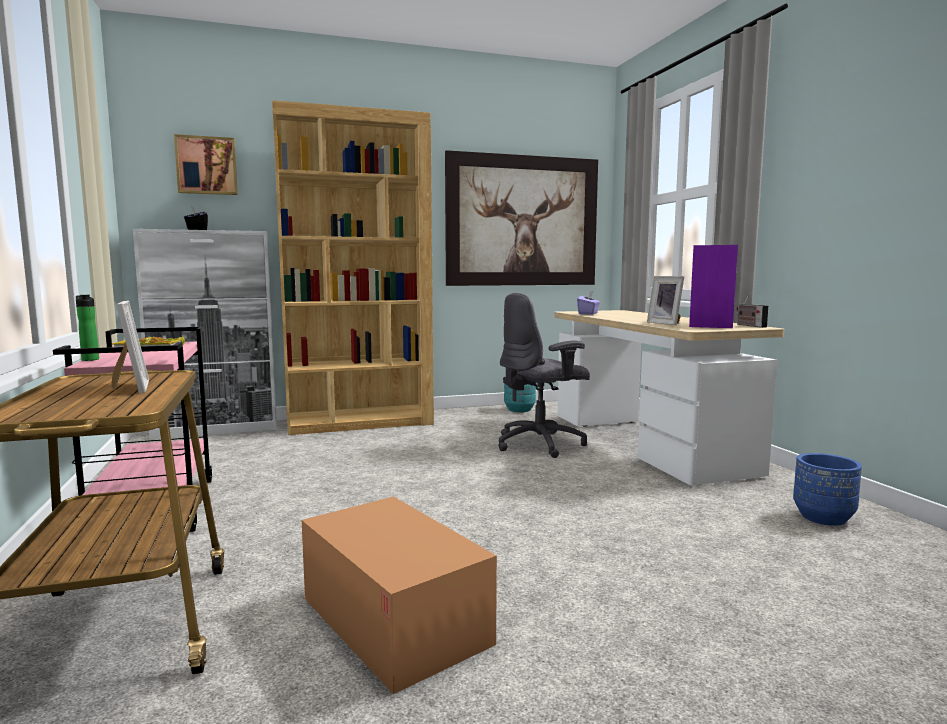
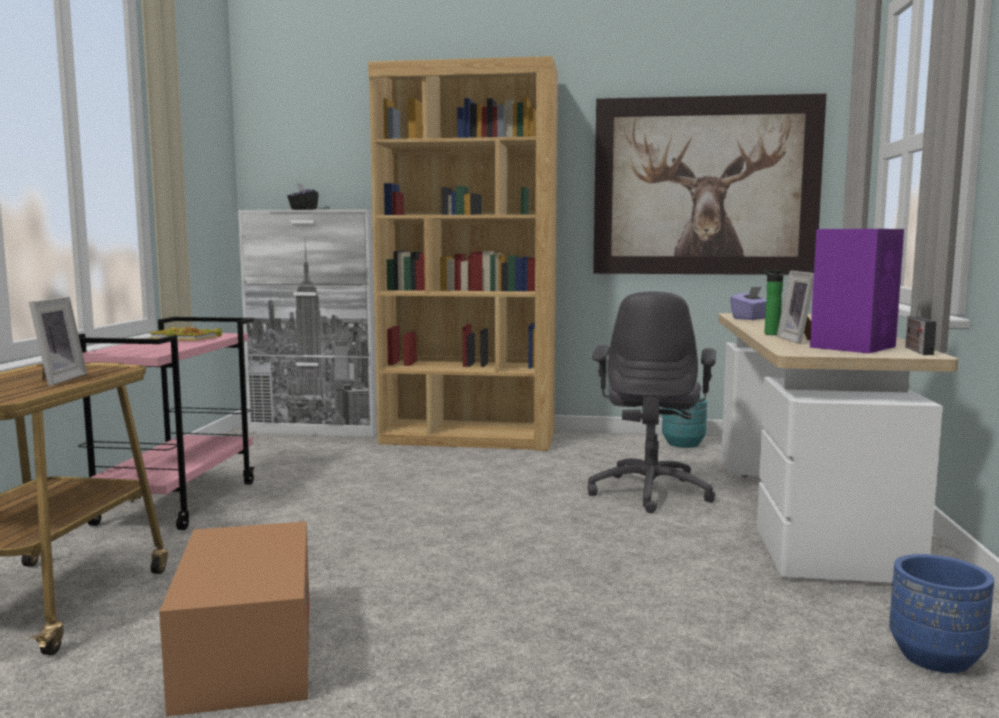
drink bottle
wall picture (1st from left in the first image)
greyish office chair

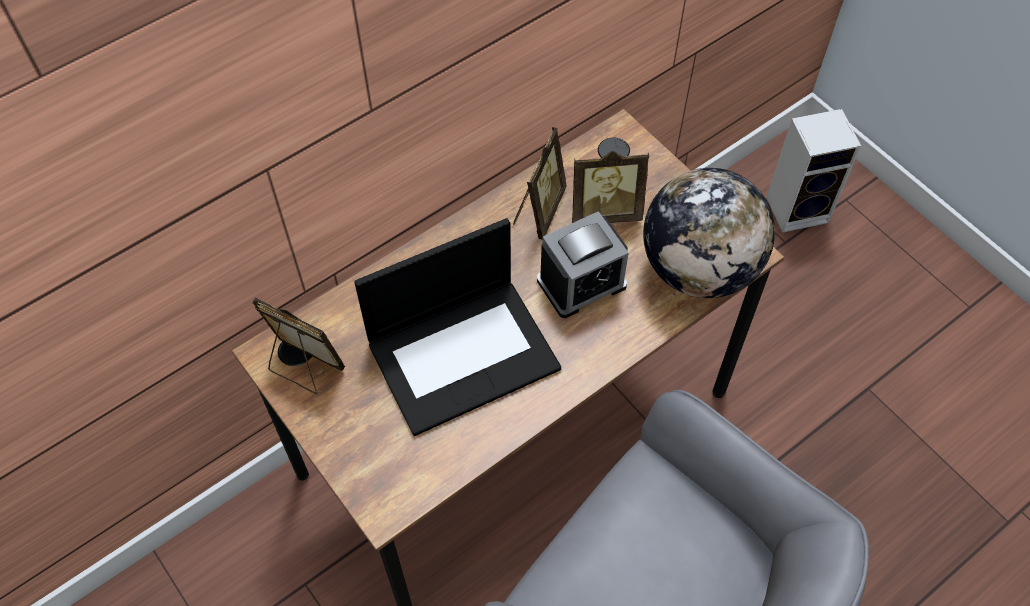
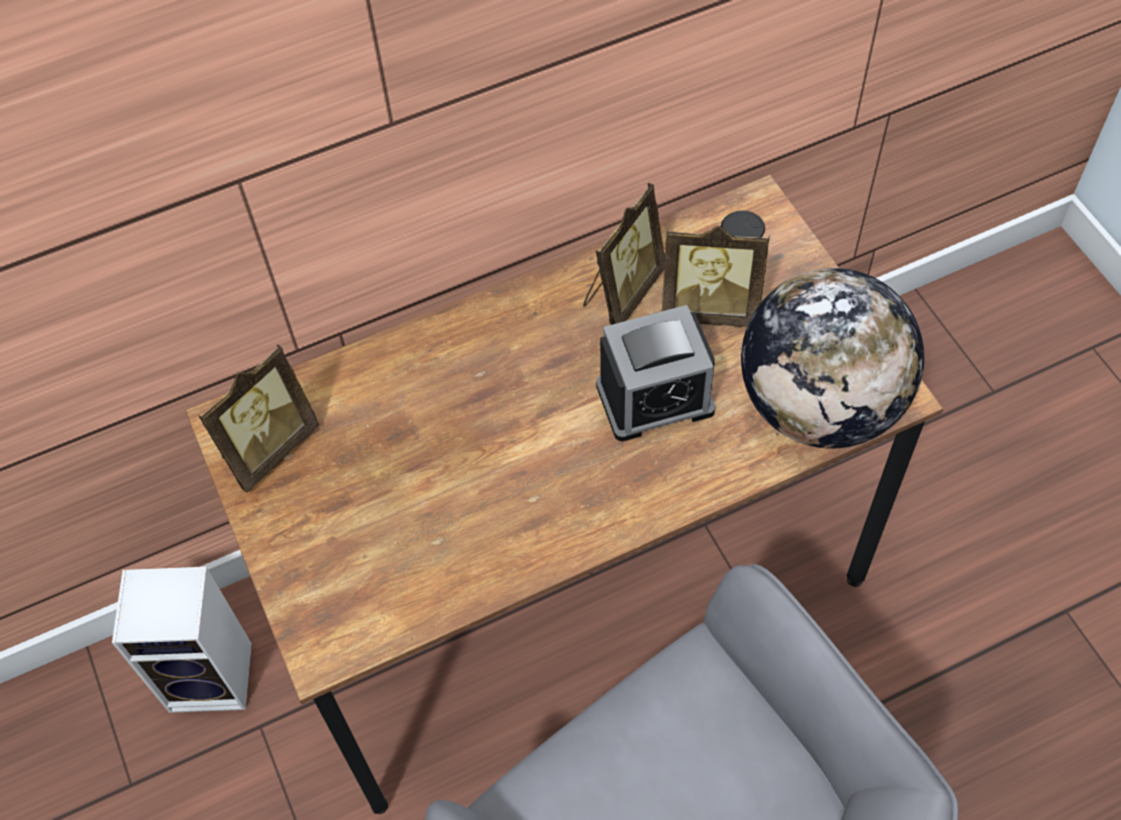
photo frame (1st from left)
portable computer
speaker

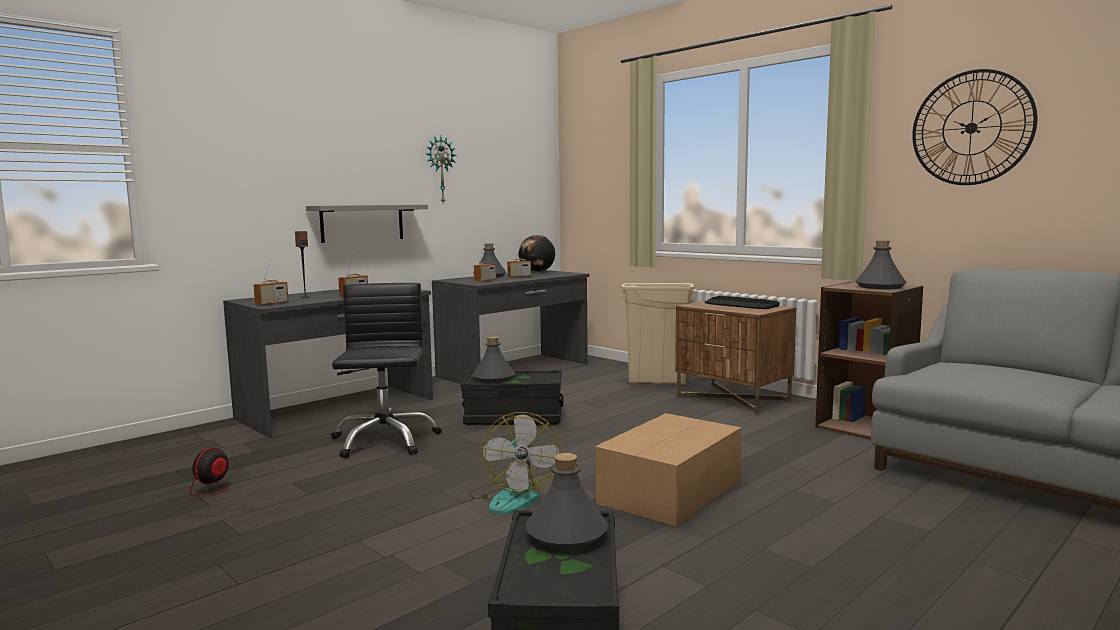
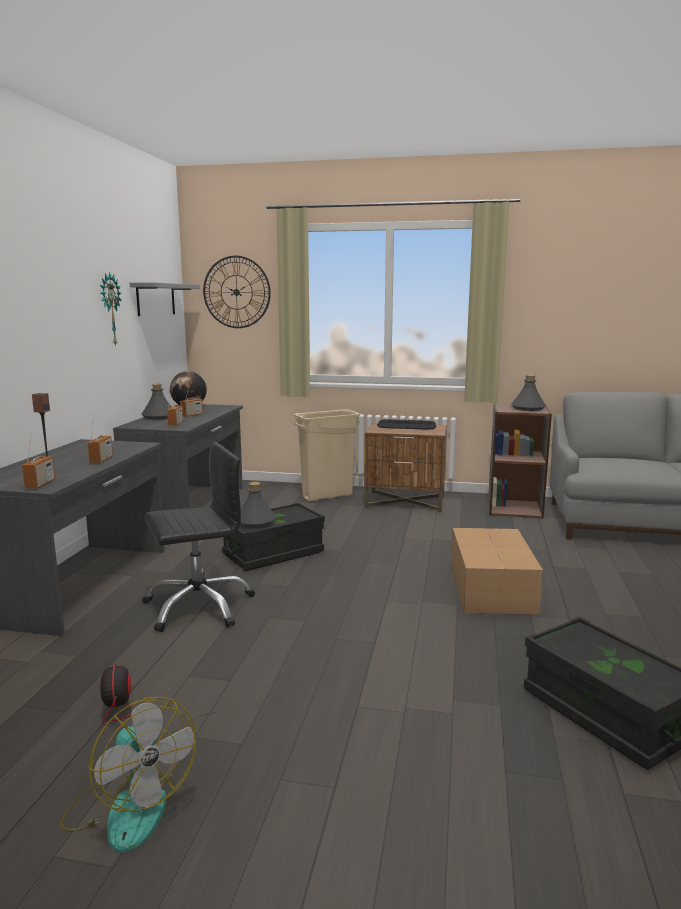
greyish bracket shelf
black-coloured office chair
electric fan (1st from left)
greyish drink bottle (3rd from left in the first image)
wall clock (2nd from left)

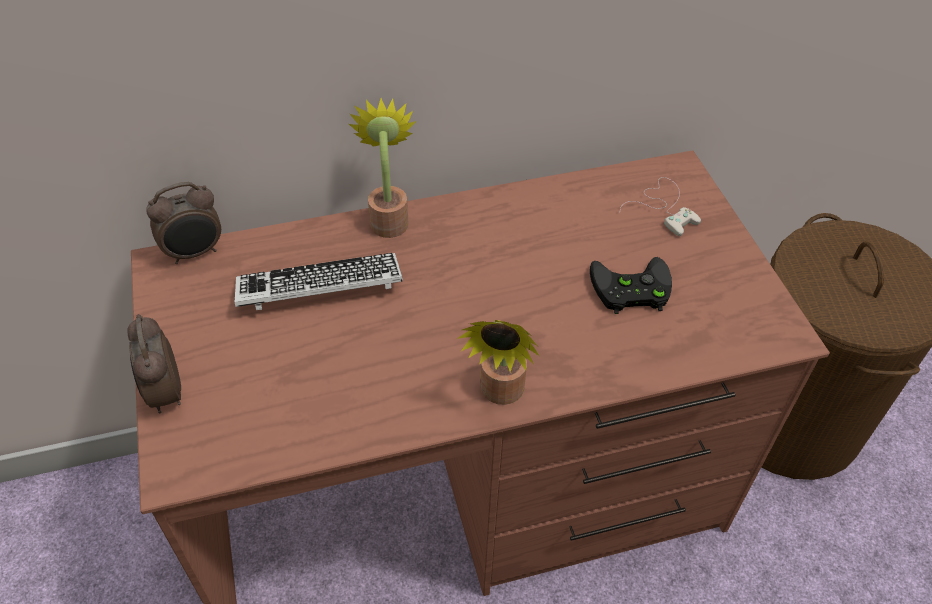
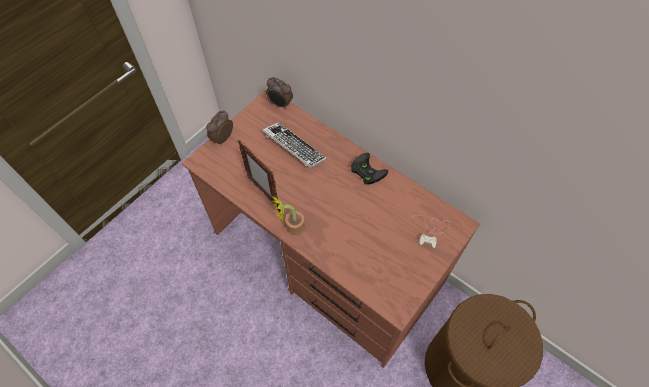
potted plant (1st from left in the first image)
black-coloured gamepad
photo frame

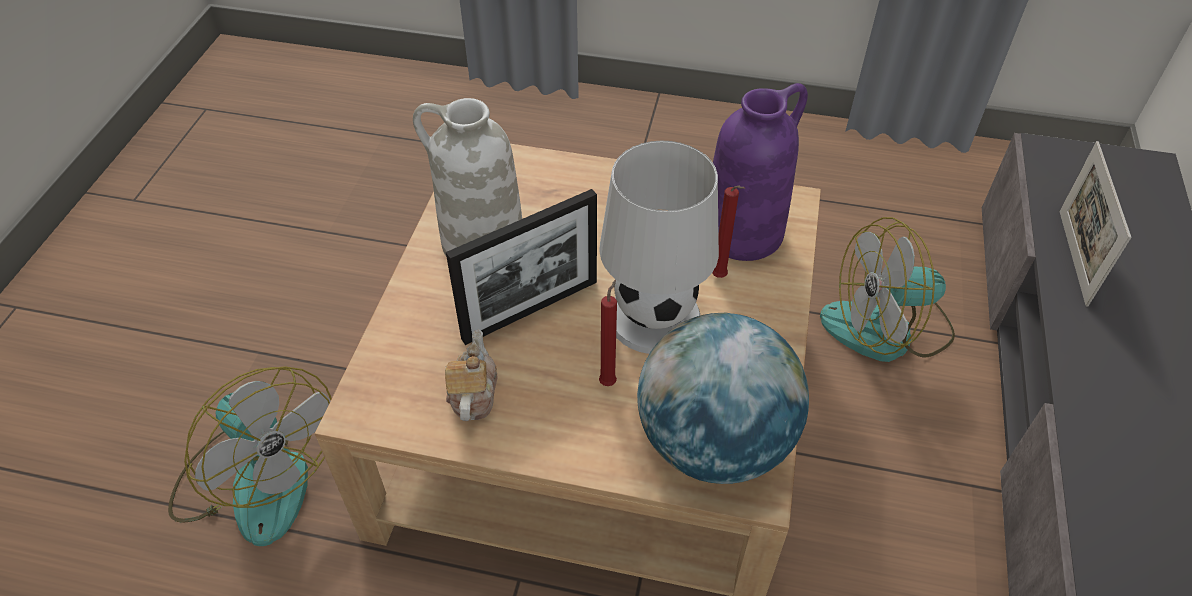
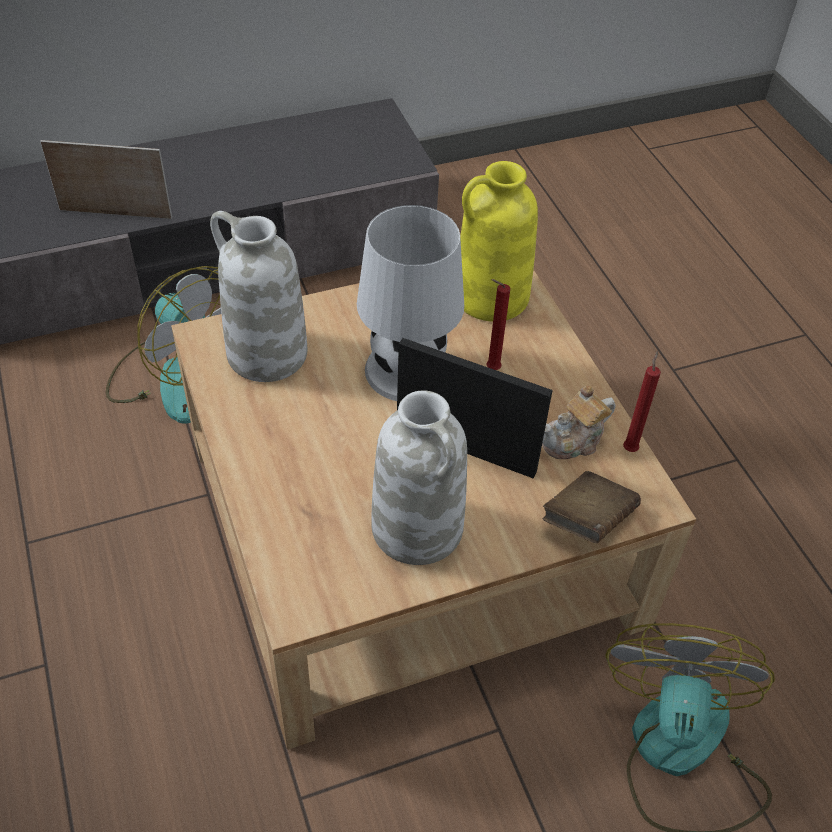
yellow-coloured vase
reddish candle (2nd from left)
white vase (1st from left)
photo frame (1st from left)
brownish bound book

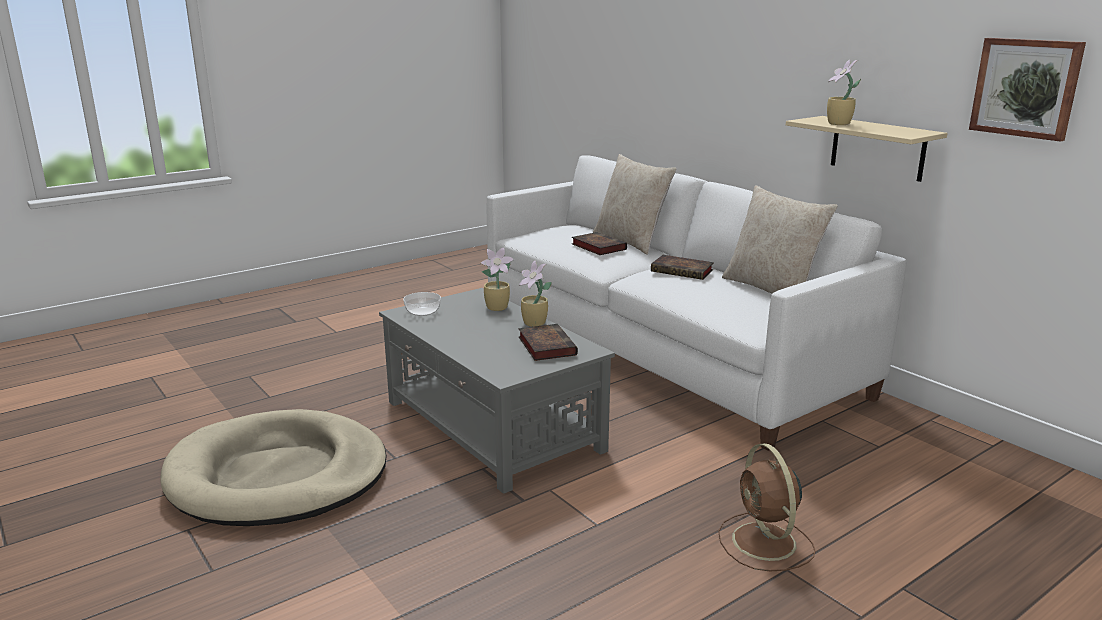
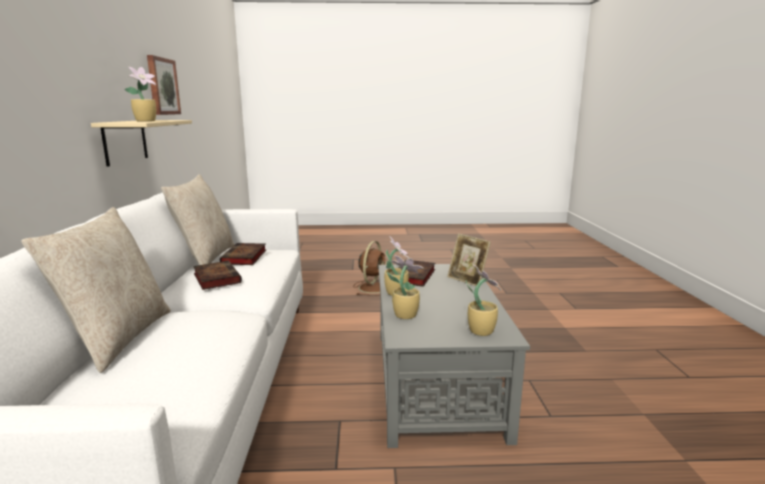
beige dog bed
potted plant (4th from left)
bound book (2nd from left)
photo frame

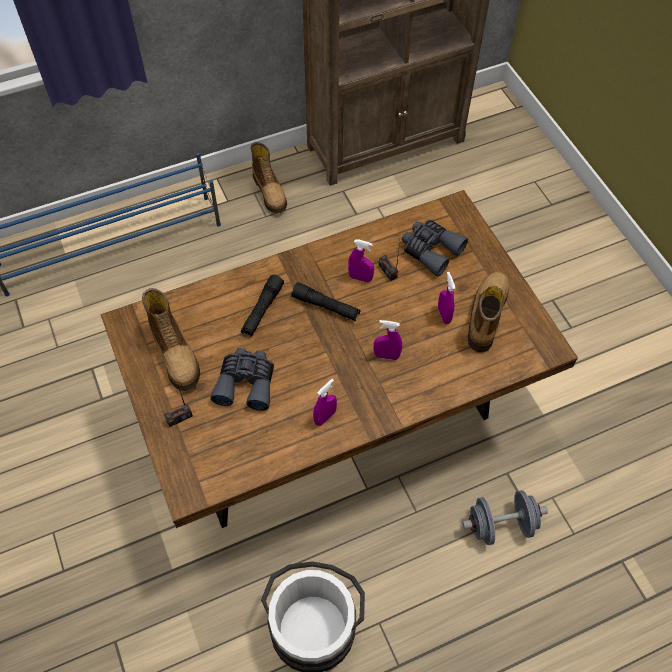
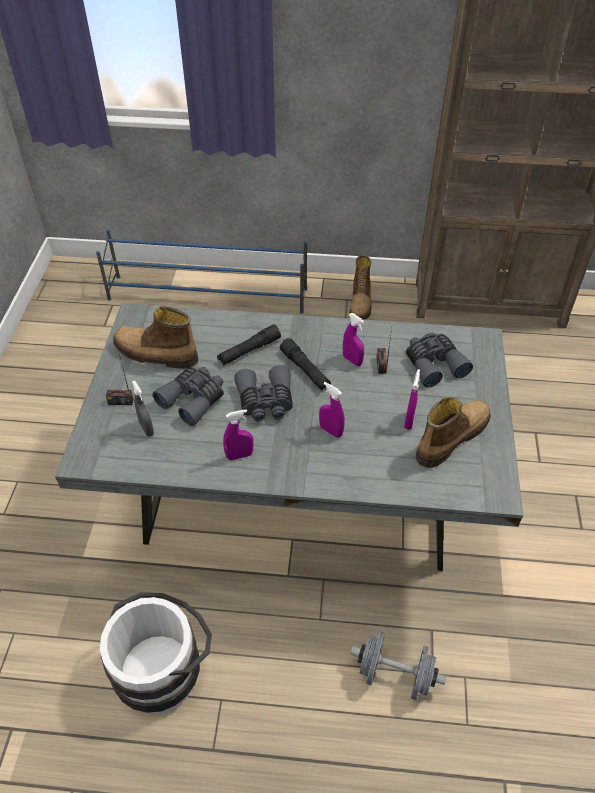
greyish dinner table
boot (1st from left)
greyish sprayer
greyish pair of binoculars (2nd from left)

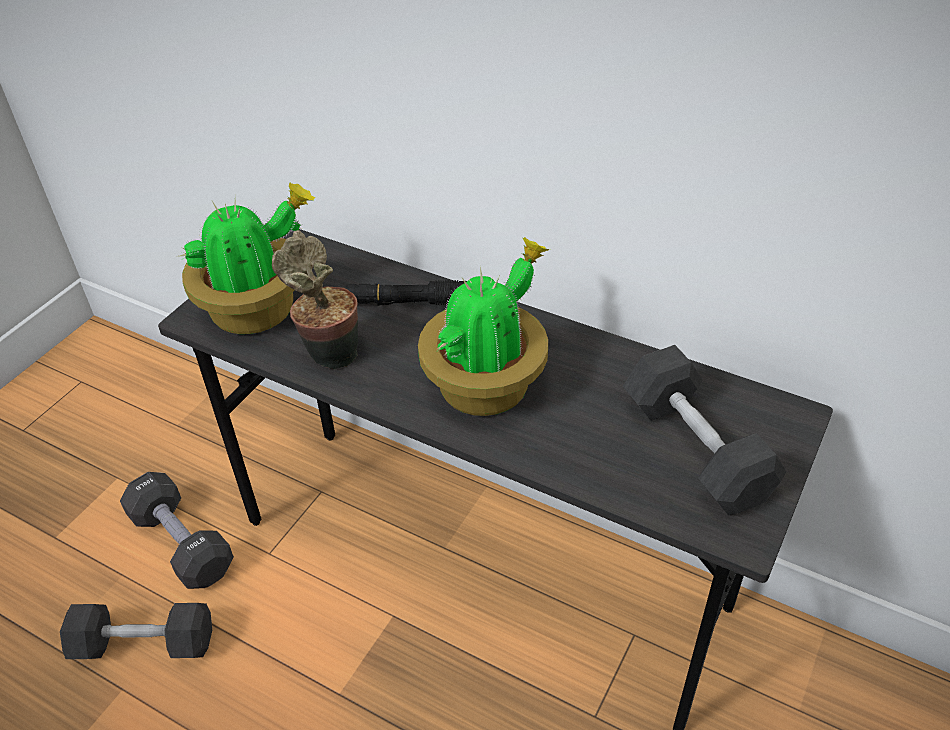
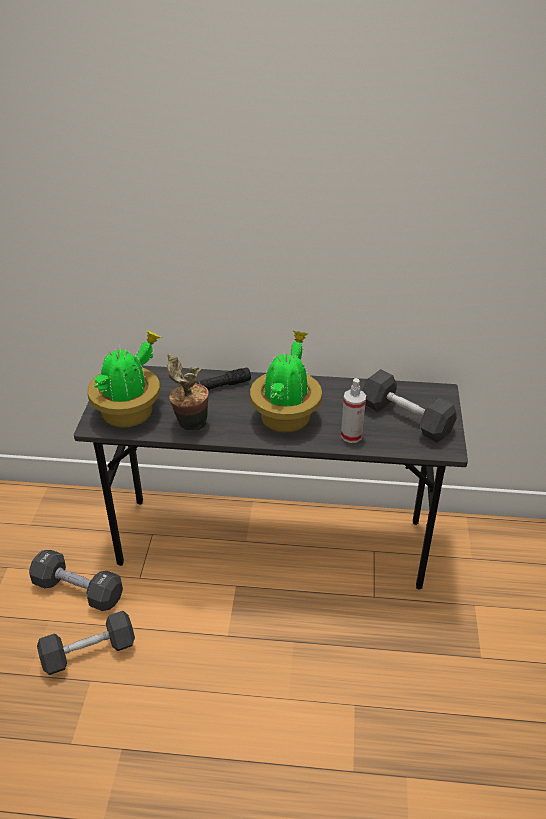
sprayer

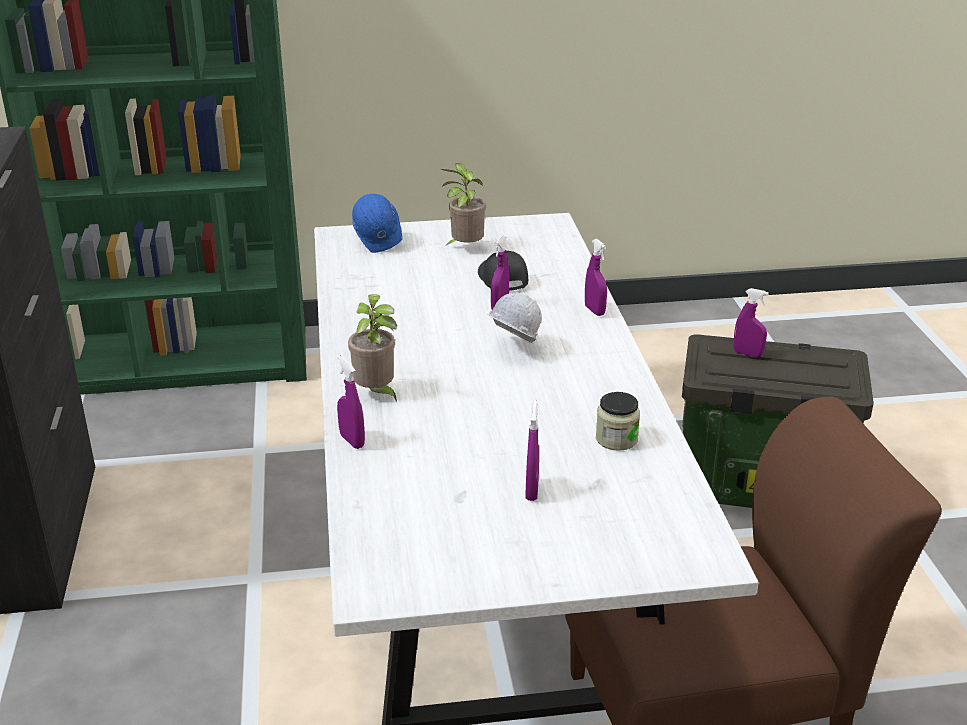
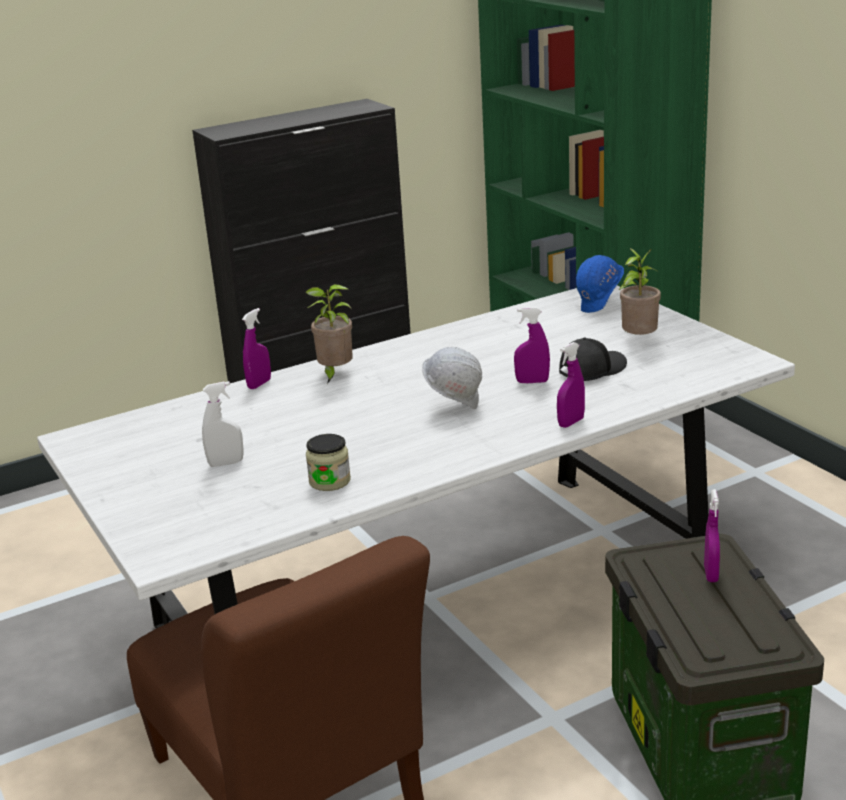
white sprayer

